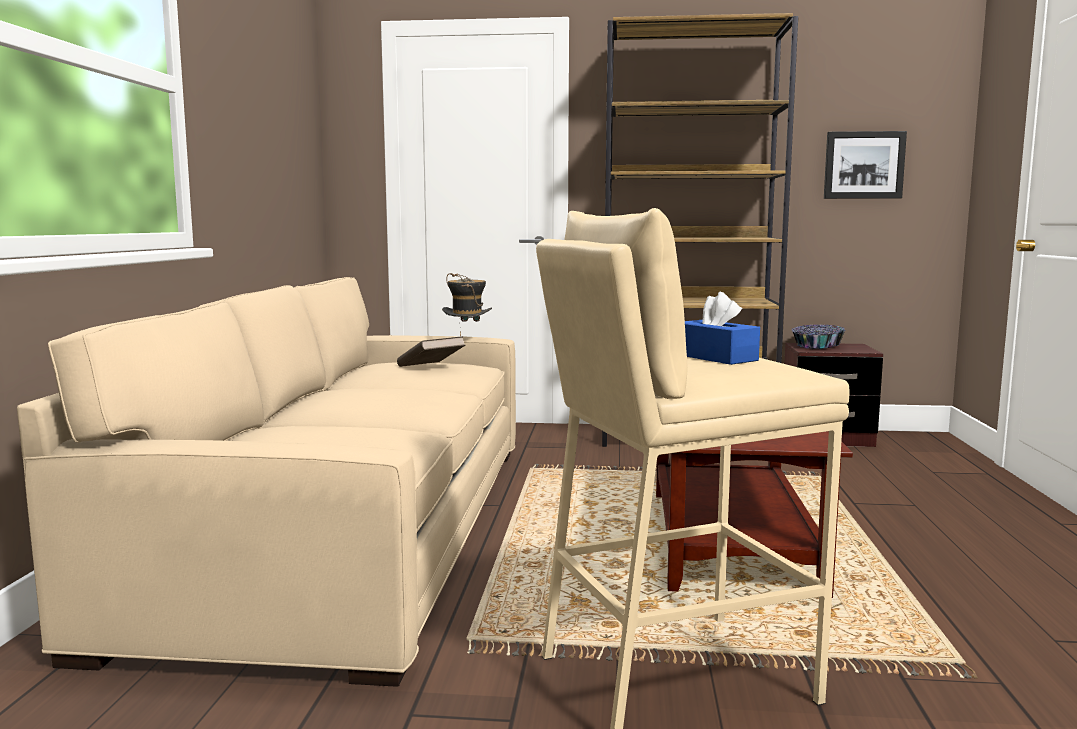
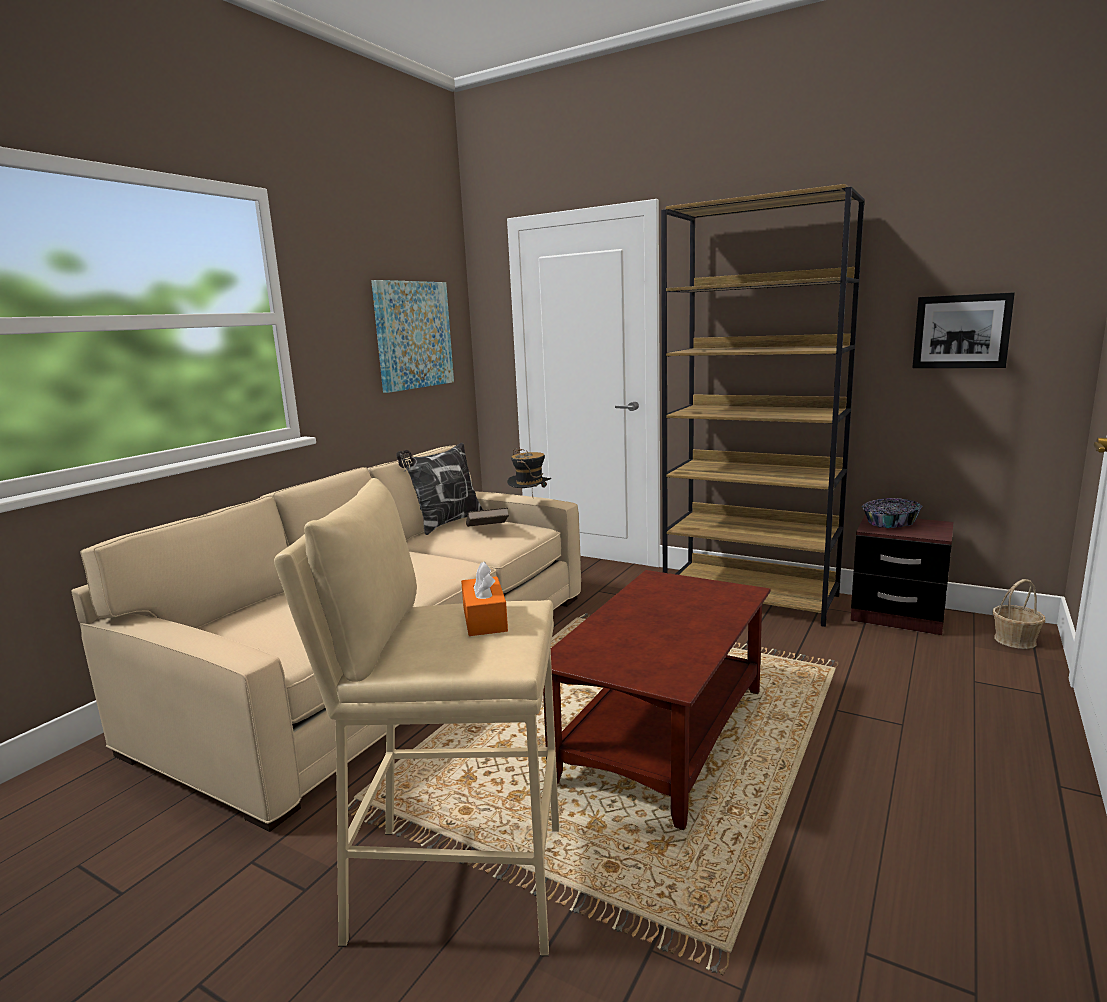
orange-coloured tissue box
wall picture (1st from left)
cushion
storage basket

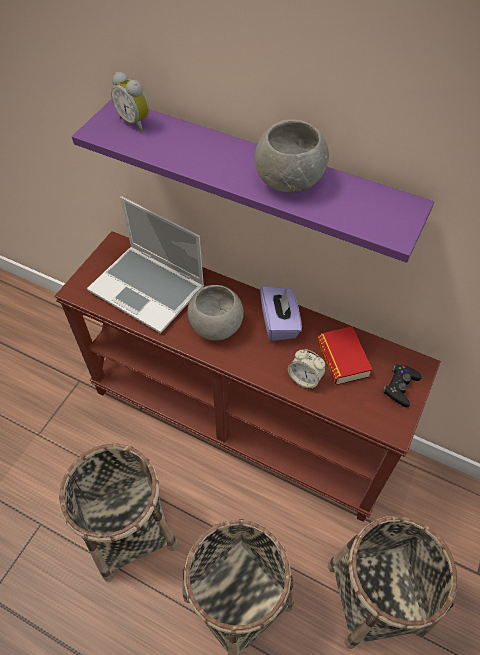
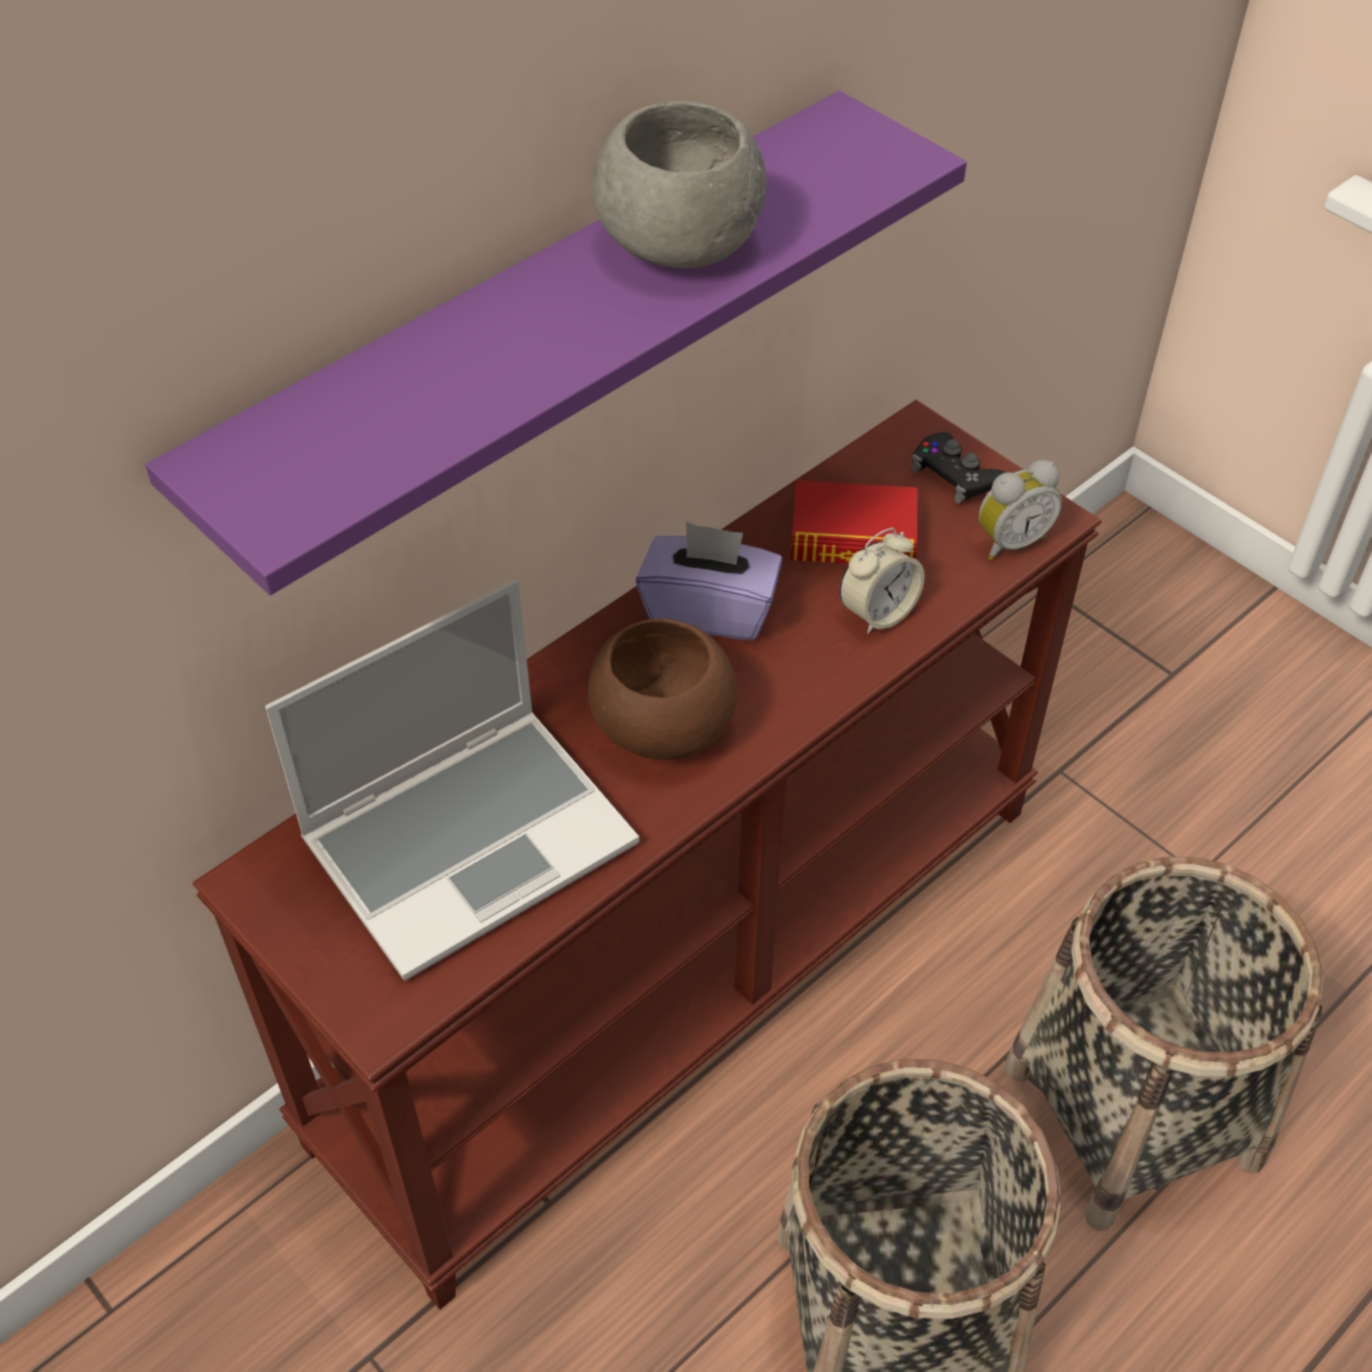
alarm clock (2nd from left)
brownish serving bowl
storage basket (3rd from left in the first image)

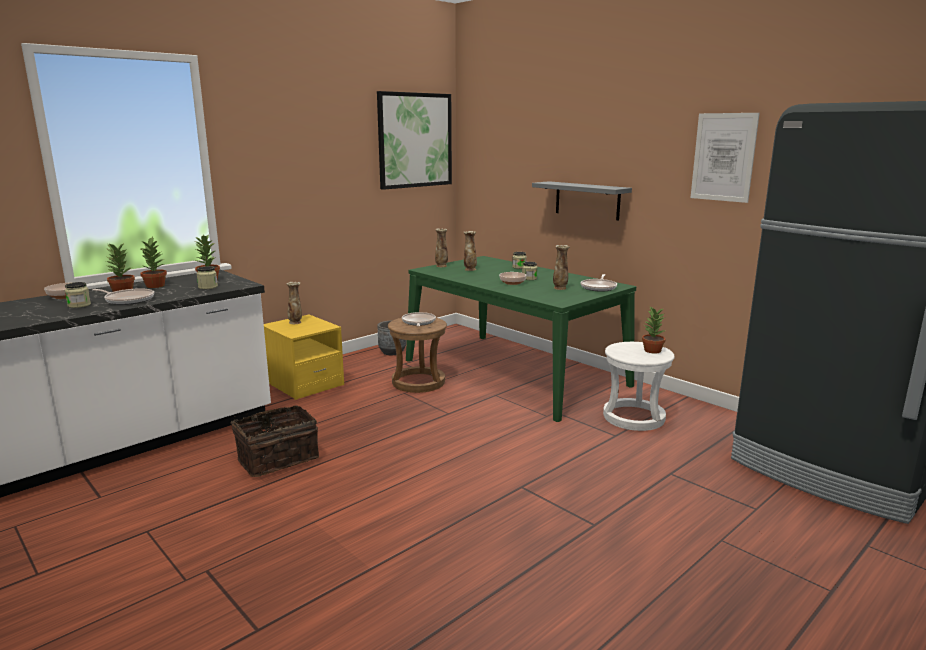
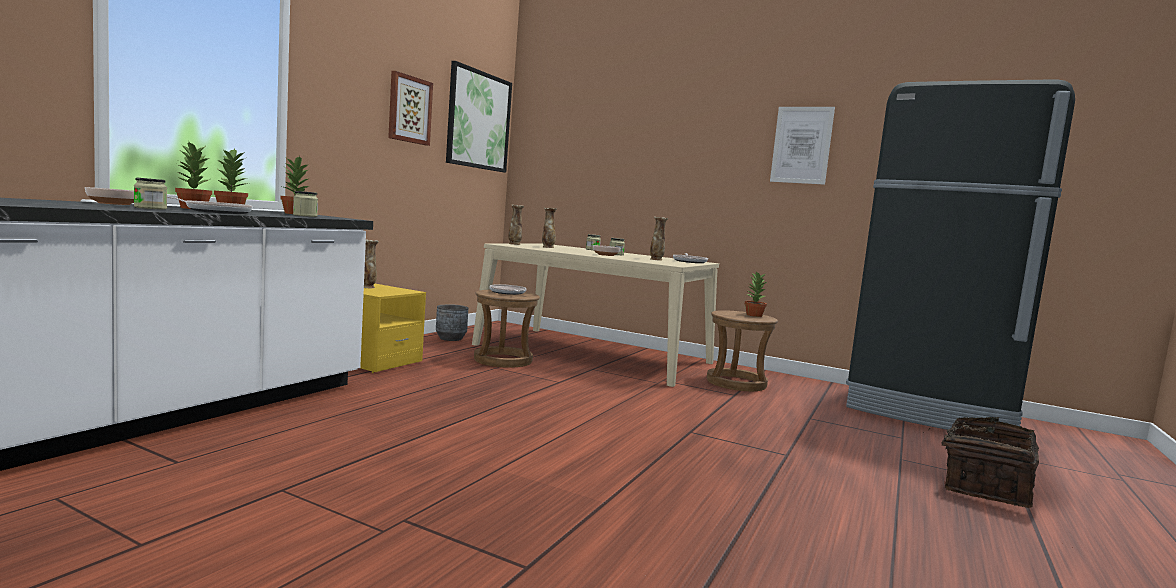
storage basket
beige dinner table
greyish bracket shelf
brownish sitting stool (2nd from left)
wall picture (1st from left)

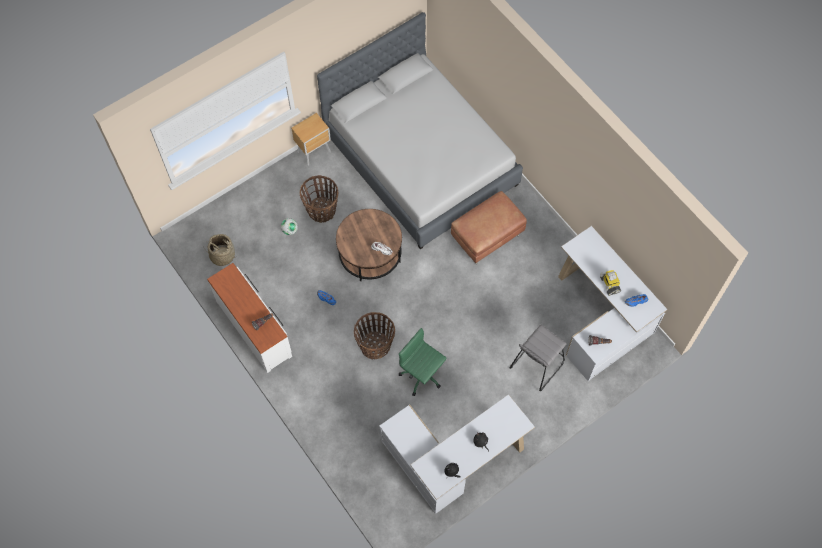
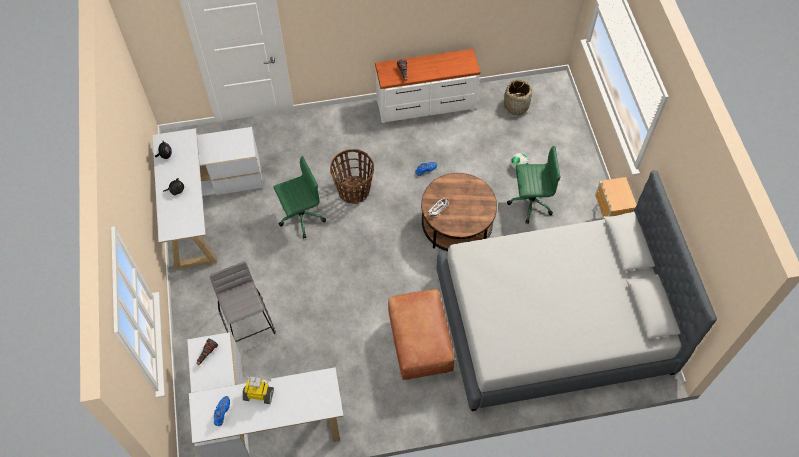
green office chair (2nd from left)

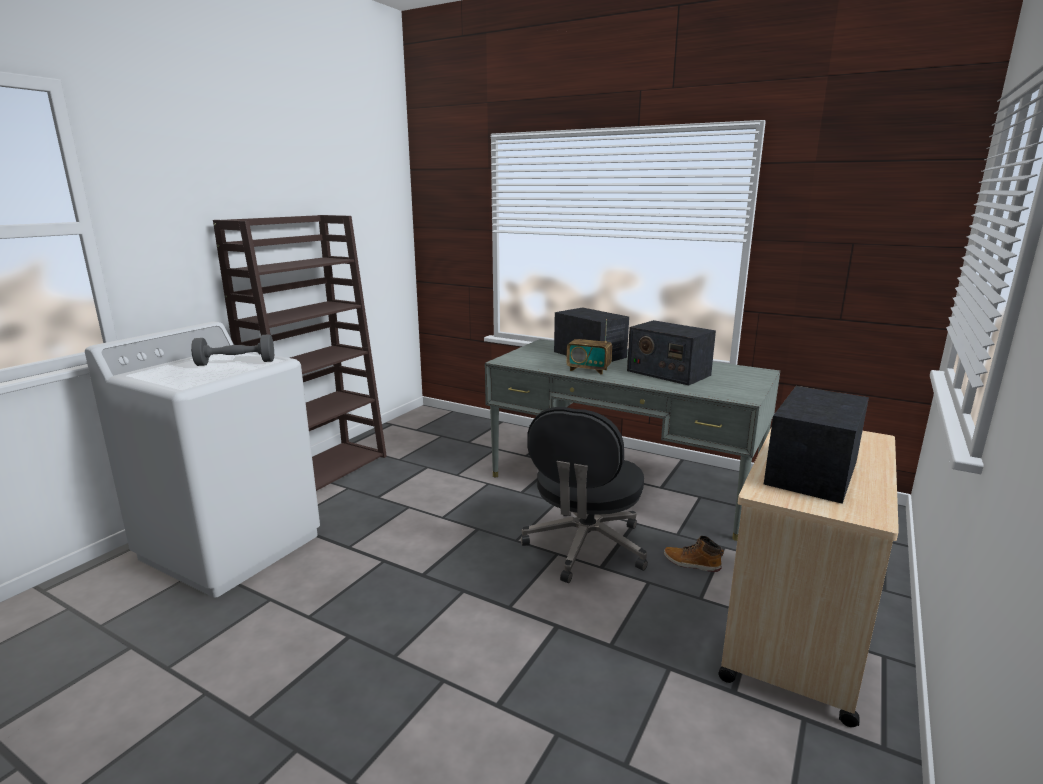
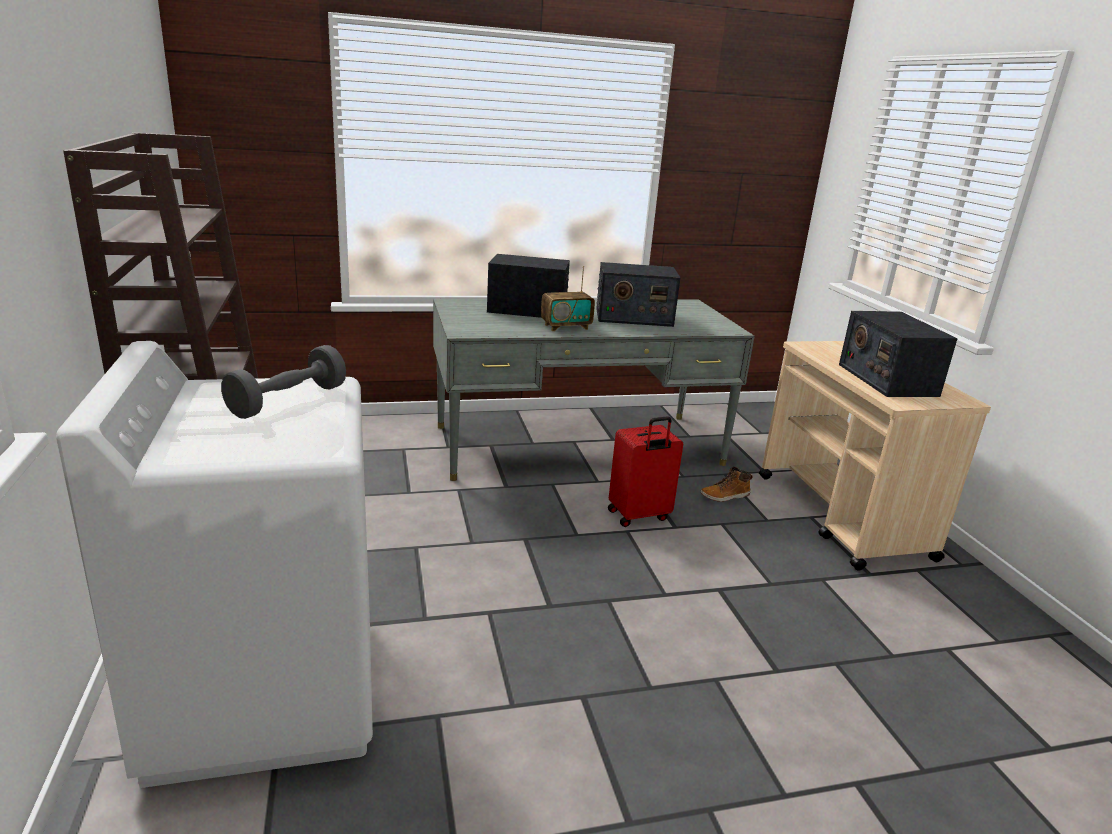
reddish suitcase

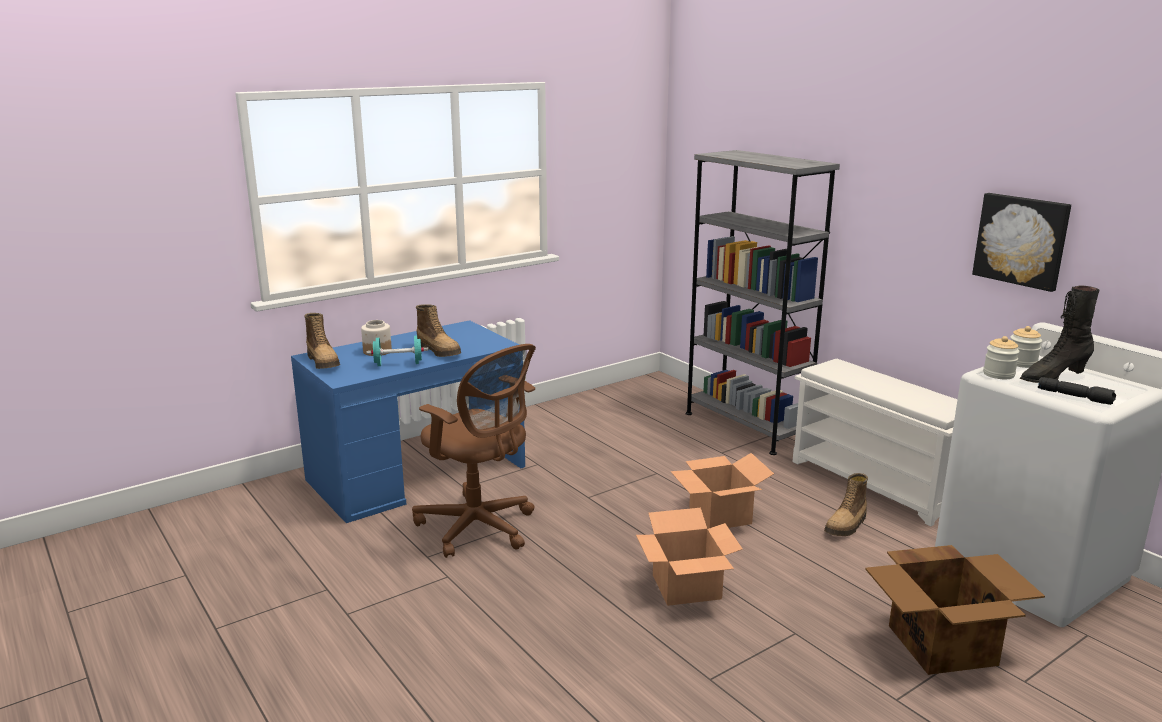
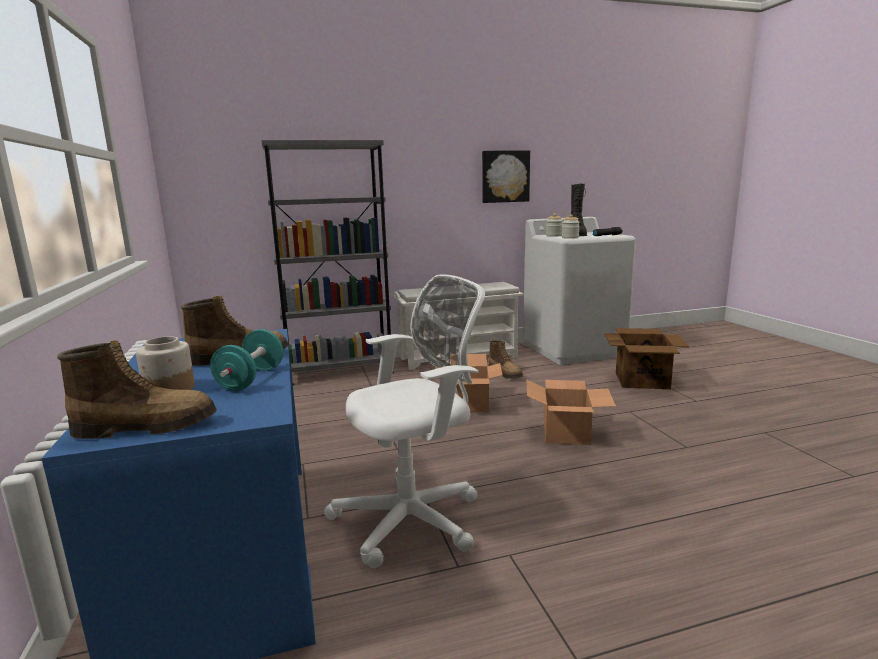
white office chair

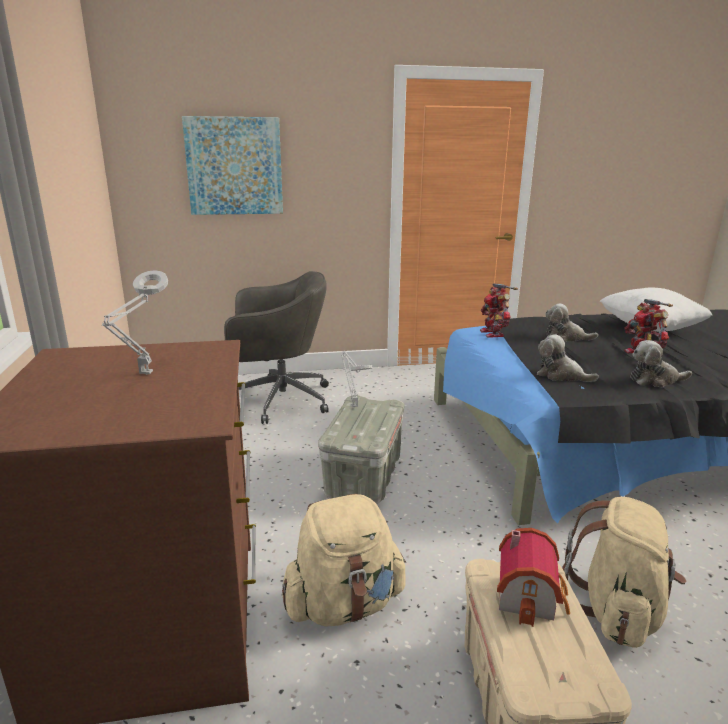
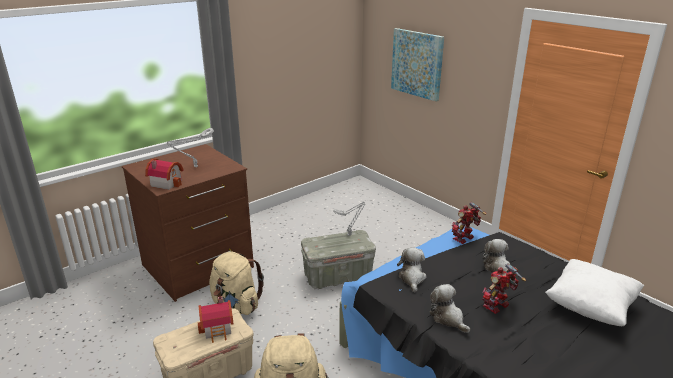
greyish office chair
model house (1st from left)

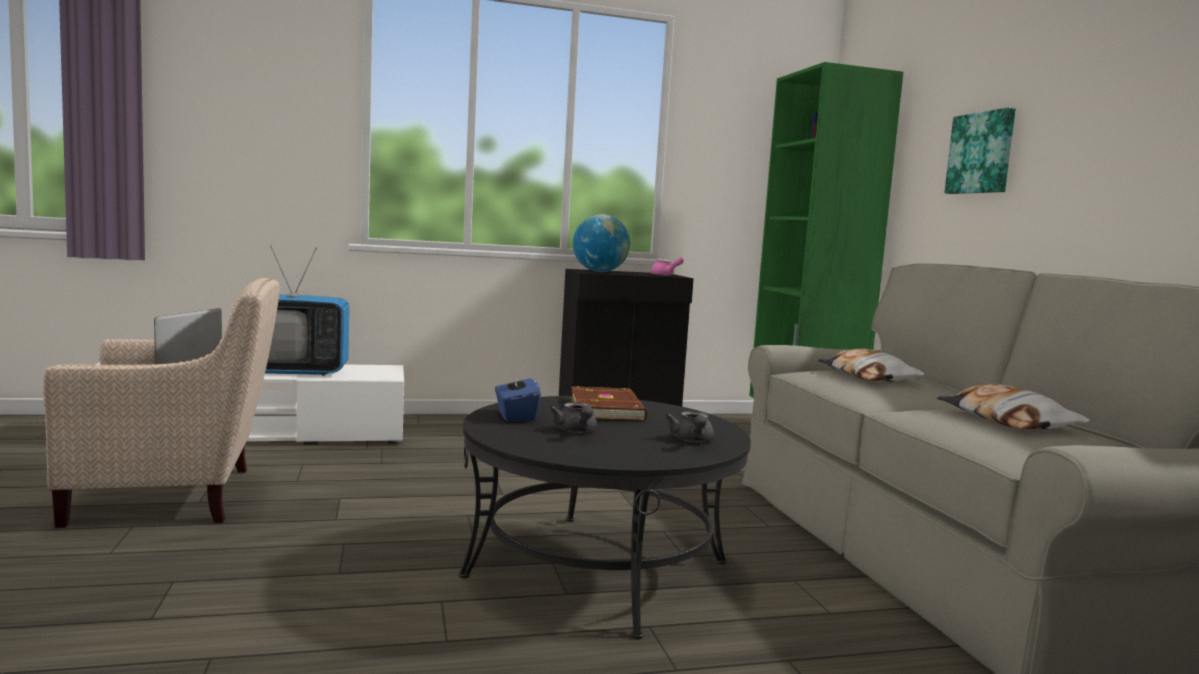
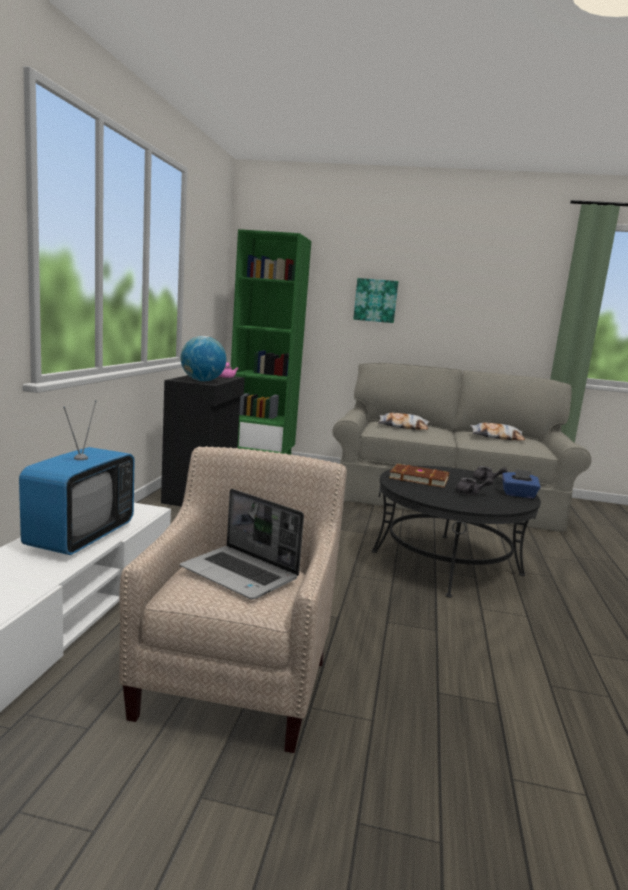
blue tissue box

